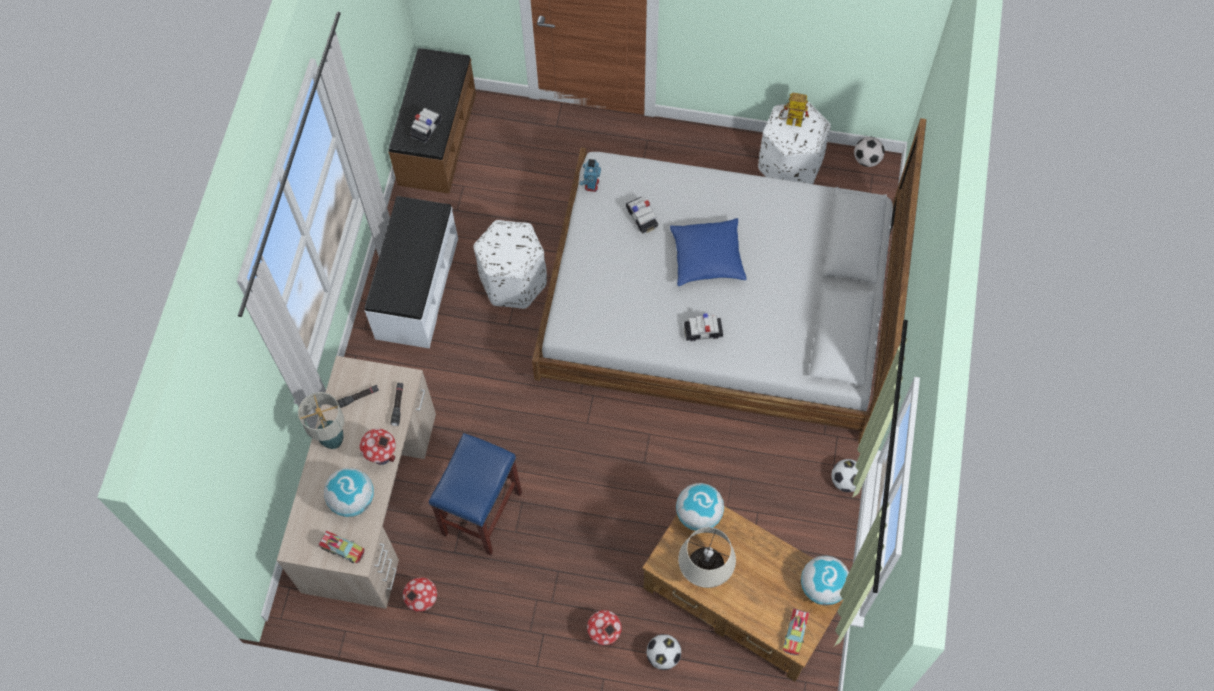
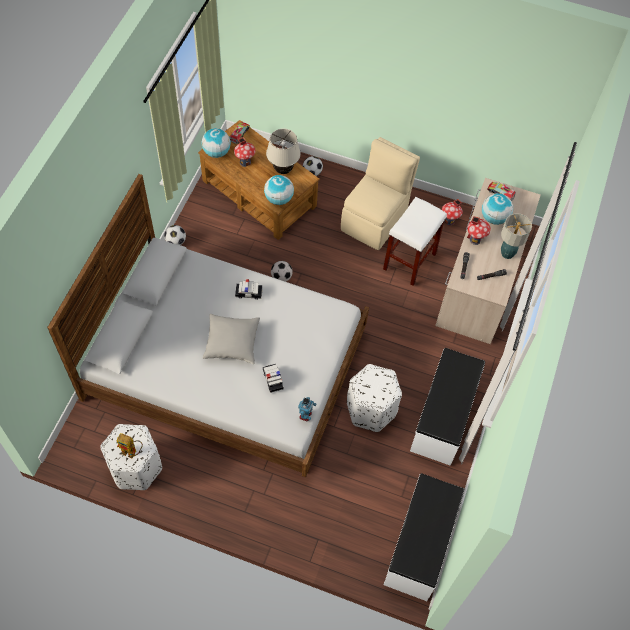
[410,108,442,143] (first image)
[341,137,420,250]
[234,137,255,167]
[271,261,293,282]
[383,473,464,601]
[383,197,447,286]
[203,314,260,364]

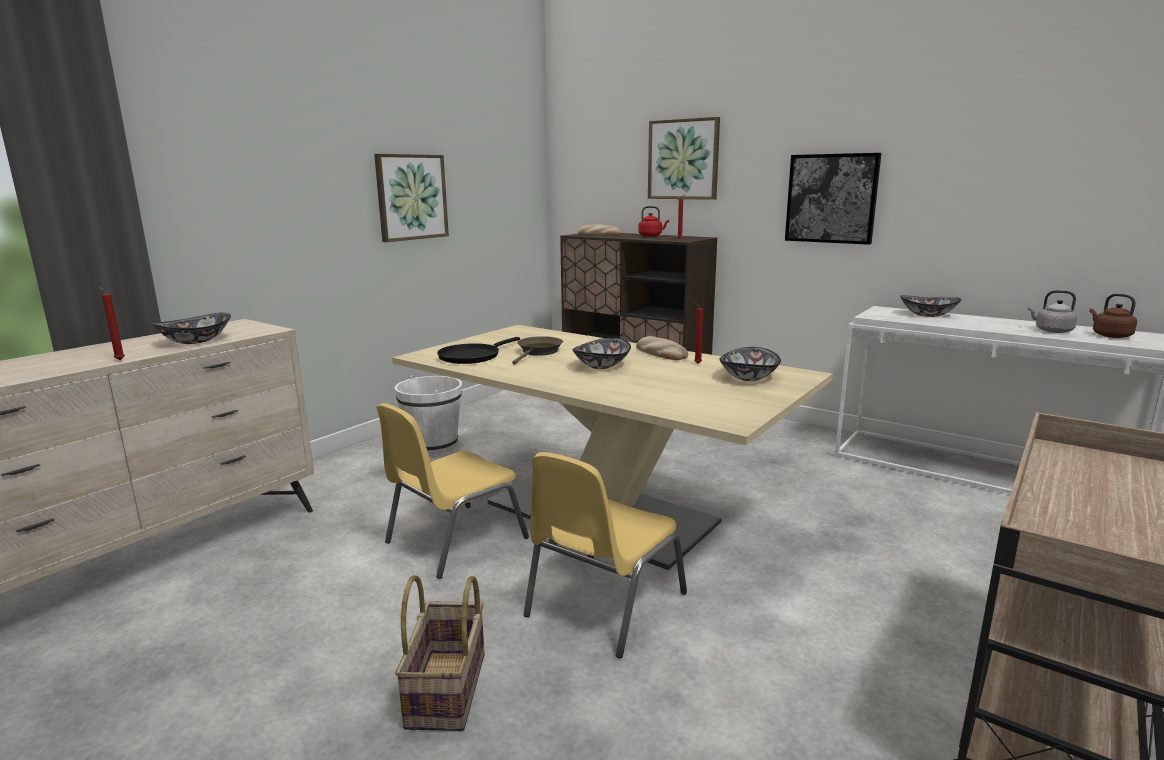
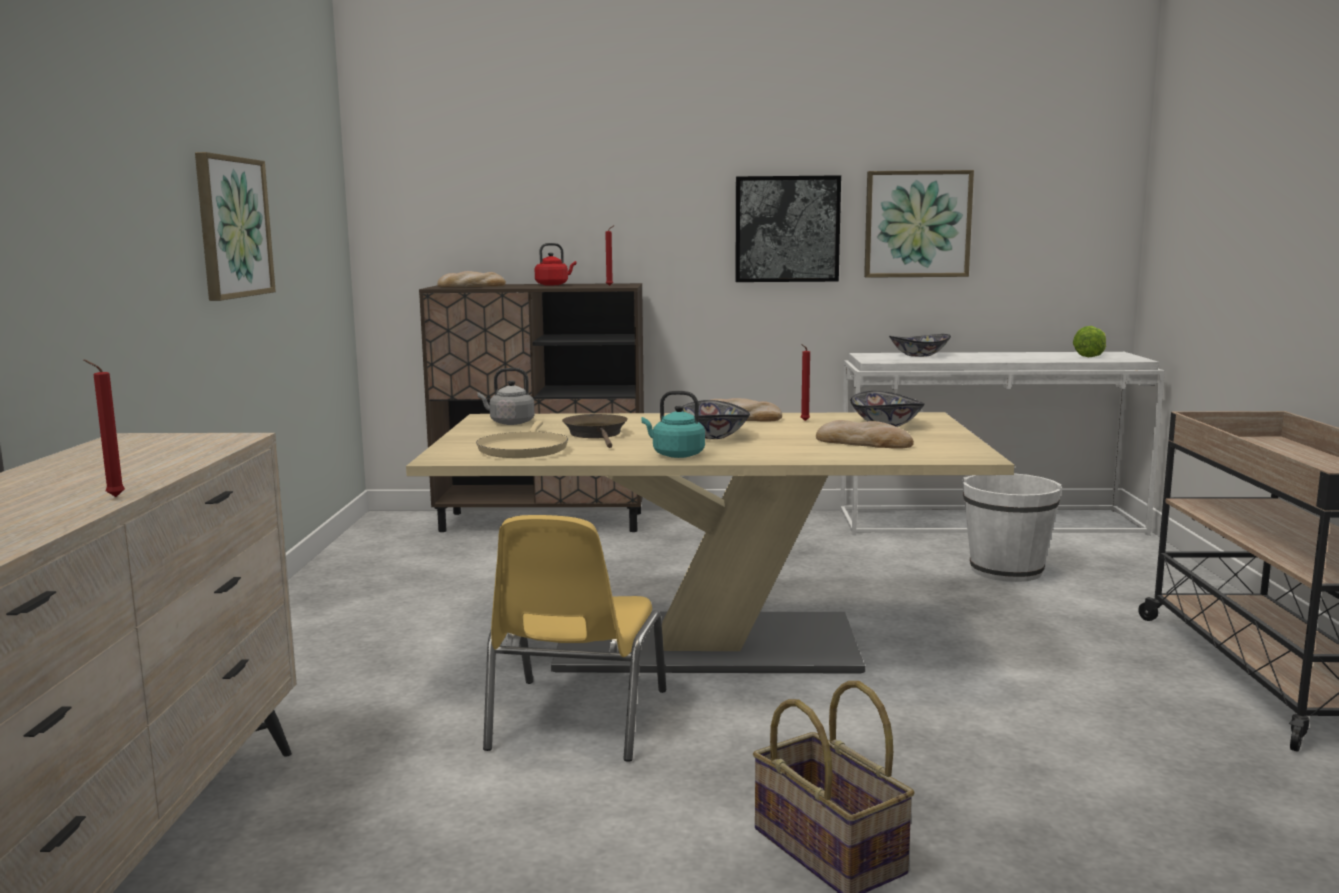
[151,312,231,344] (first image)
[523,452,687,658] (first image)
[642,391,705,458]
[816,420,914,449]
[962,473,1062,582]
[864,170,974,278]
[477,368,535,425]
[1073,326,1106,357]
[476,421,568,458]

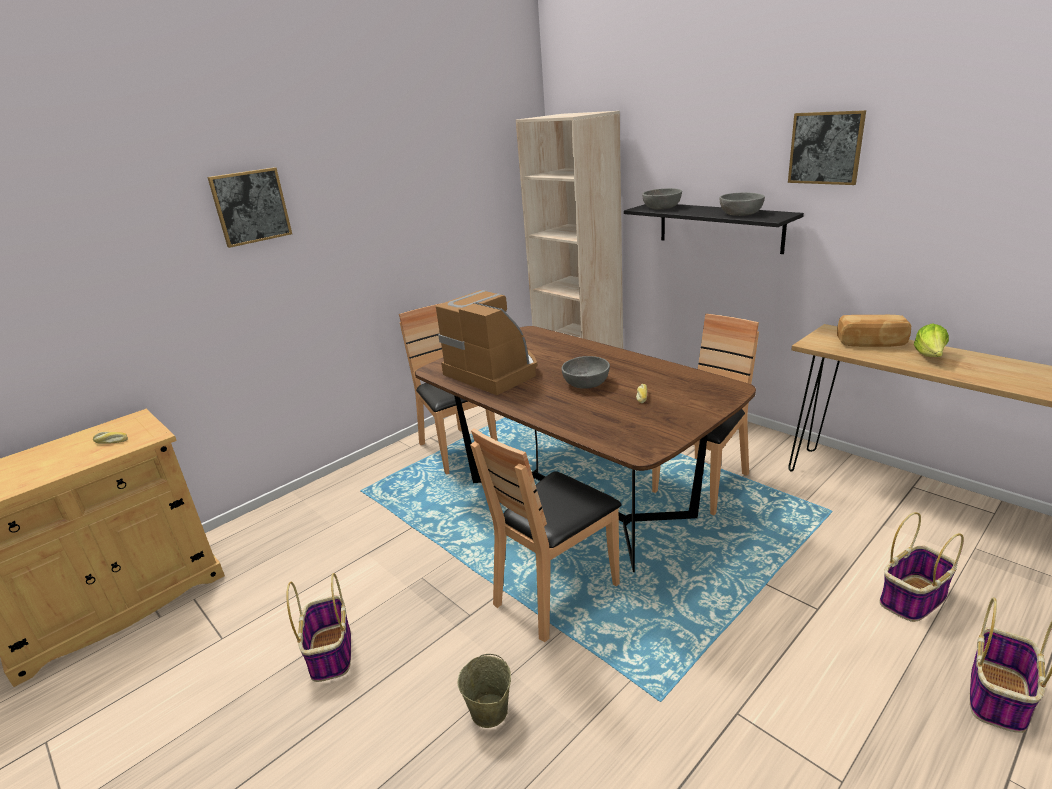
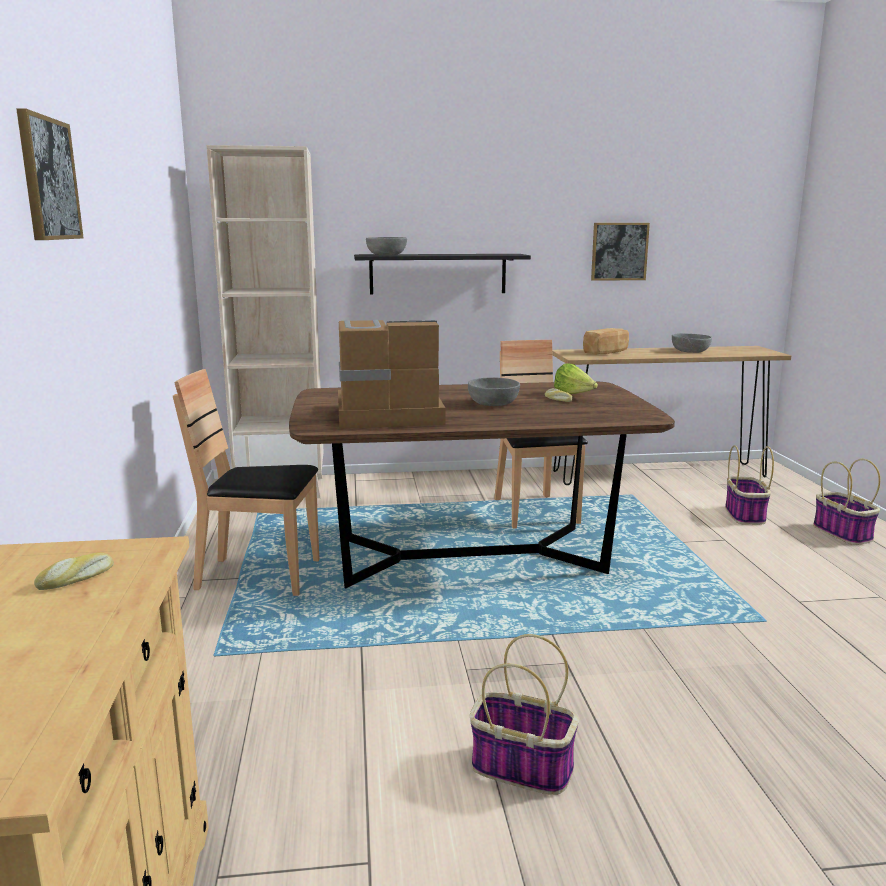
[458,654,511,728] (first image)
[470,428,621,642] (first image)
[672,333,712,353]
[591,223,650,281]
[554,363,598,394]

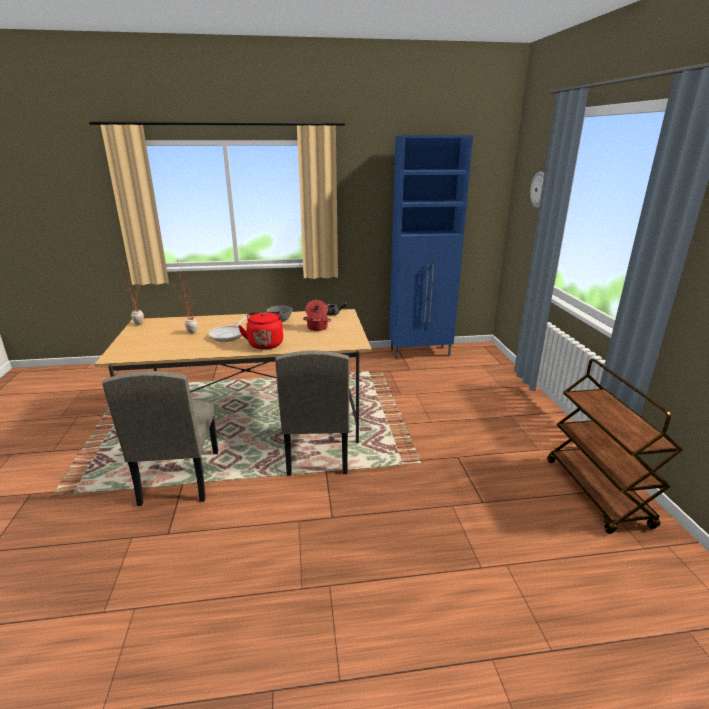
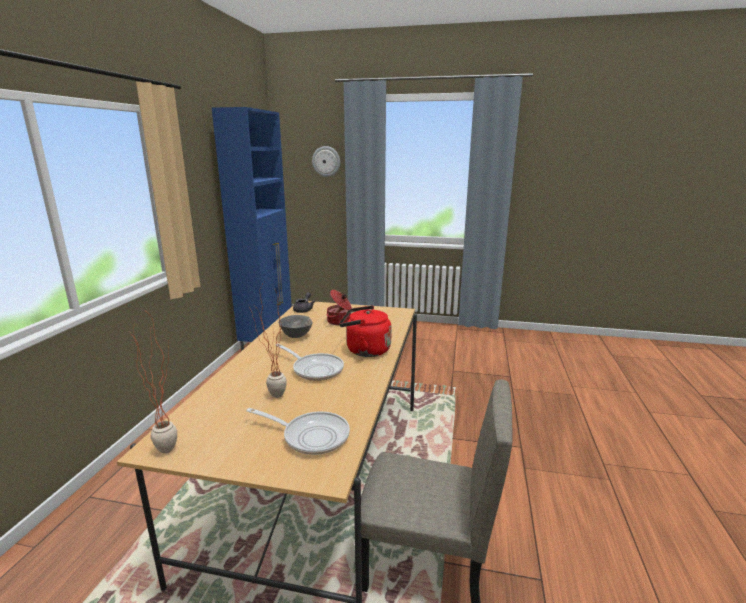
[275,350,350,476] (first image)
[547,359,683,534] (first image)
[246,408,350,455]

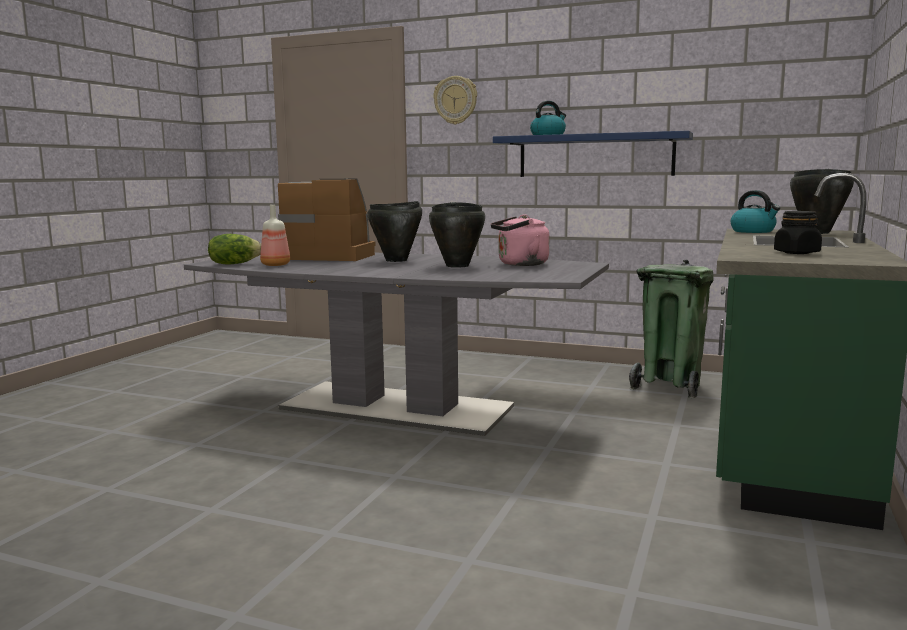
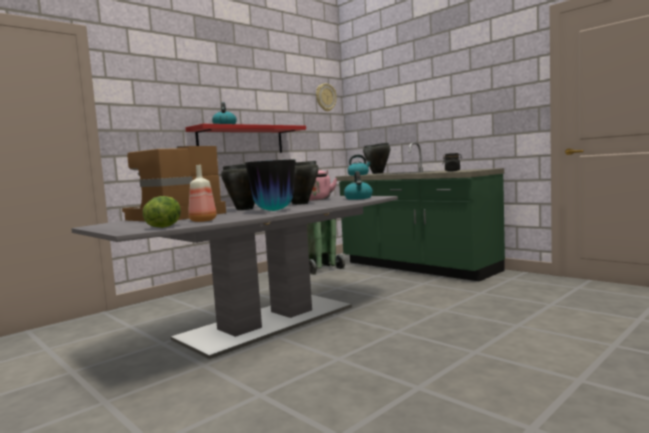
[245,159,296,211]
[344,171,373,200]
[316,83,336,112]
[185,124,306,153]

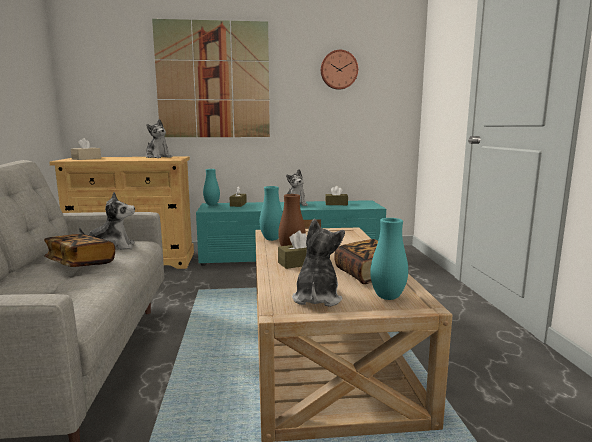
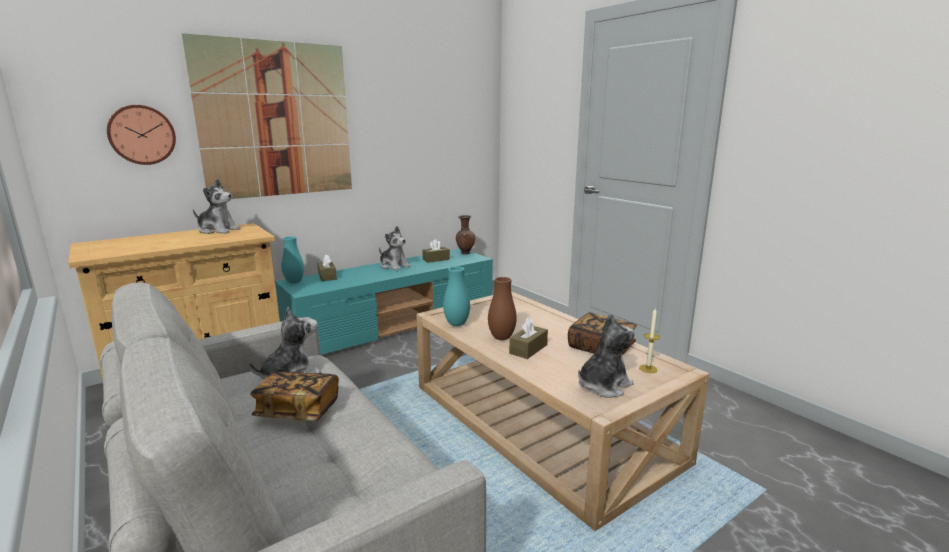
[71,138,101,160] (first image)
[456,215,475,254]
[107,105,176,165]
[639,309,660,373]
[578,313,634,398]

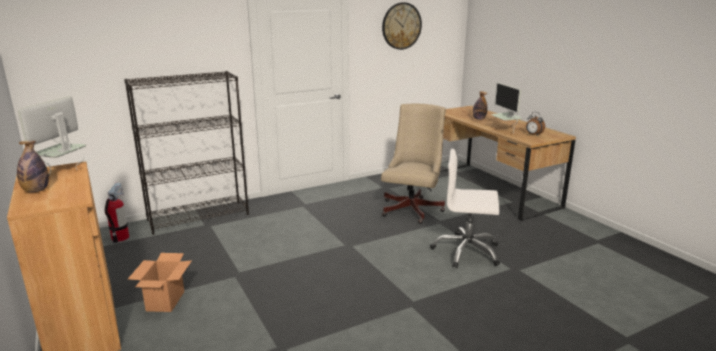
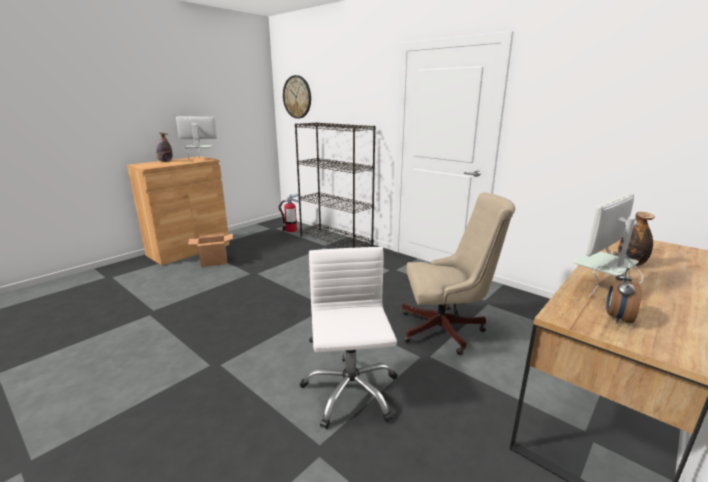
[283,75,311,119]

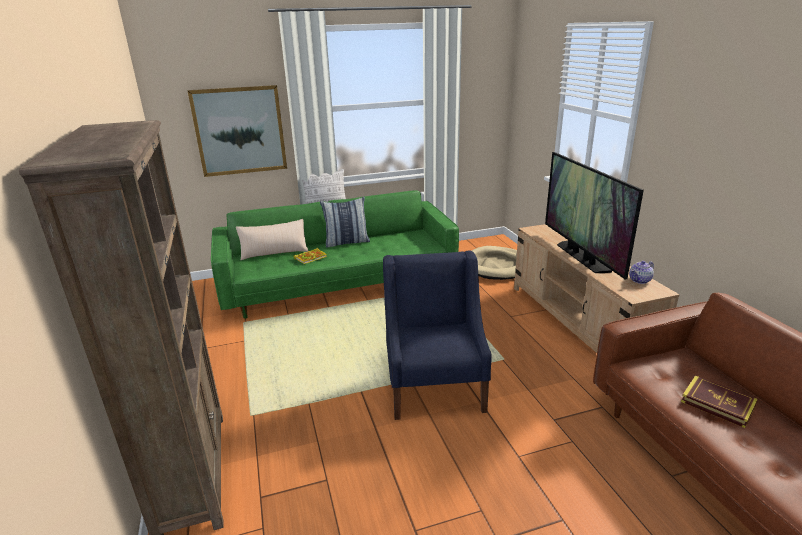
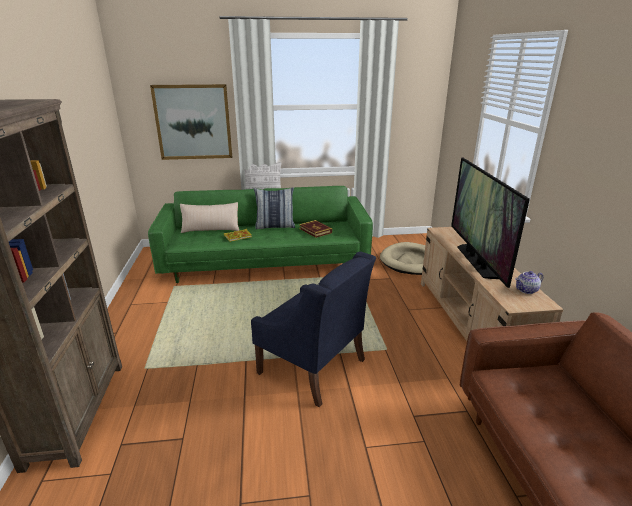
[299,220,332,238]
[251,252,376,407]

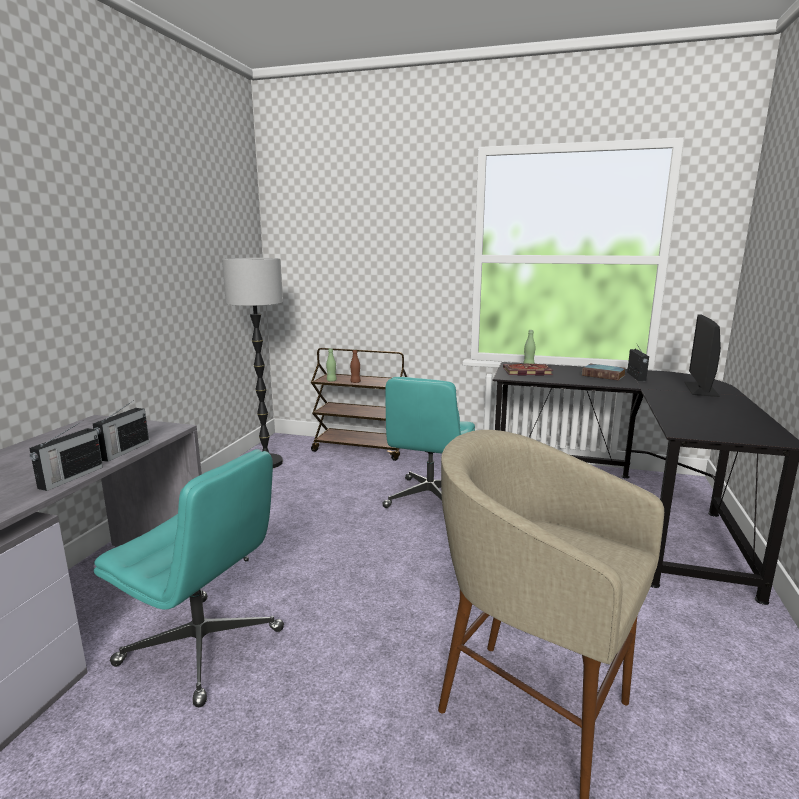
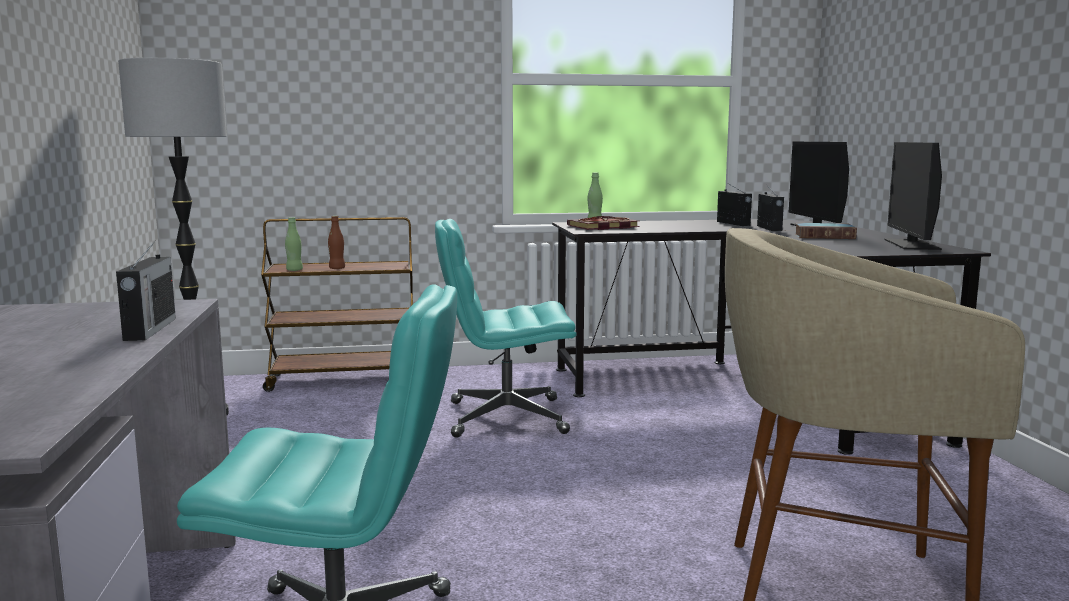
[885,142,942,250]
[757,186,784,231]
[795,223,857,239]
[435,219,576,438]

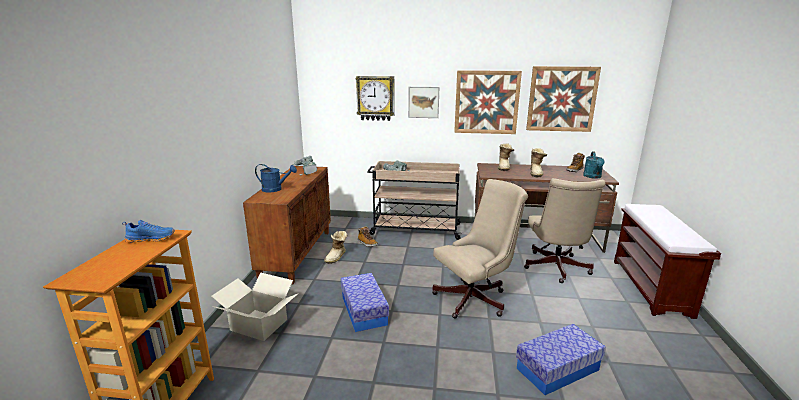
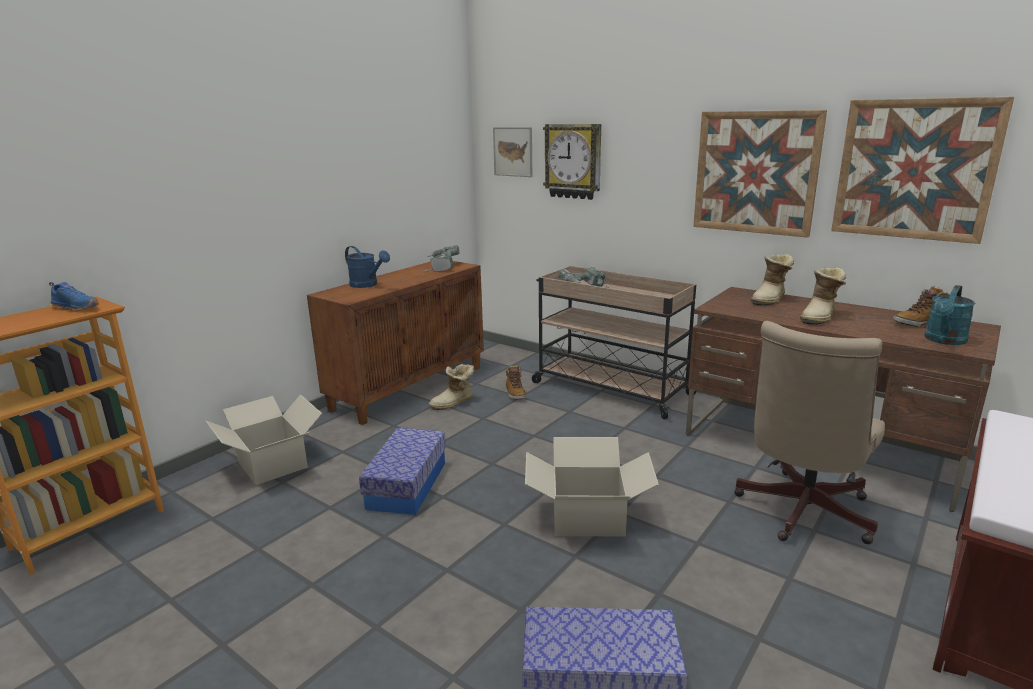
[493,127,532,177]
[525,437,659,537]

